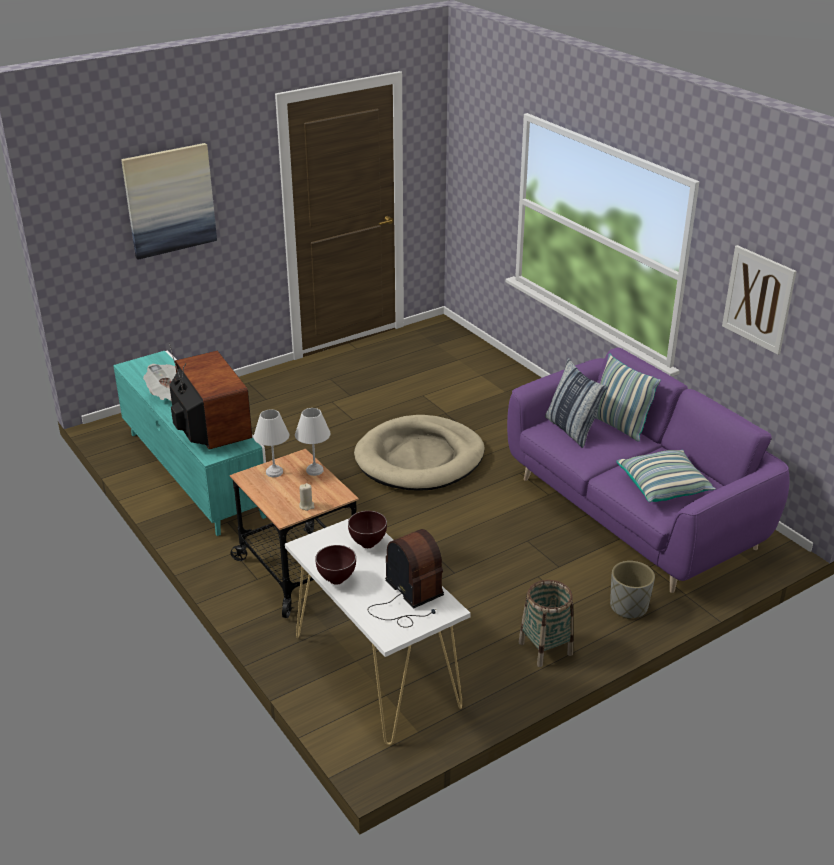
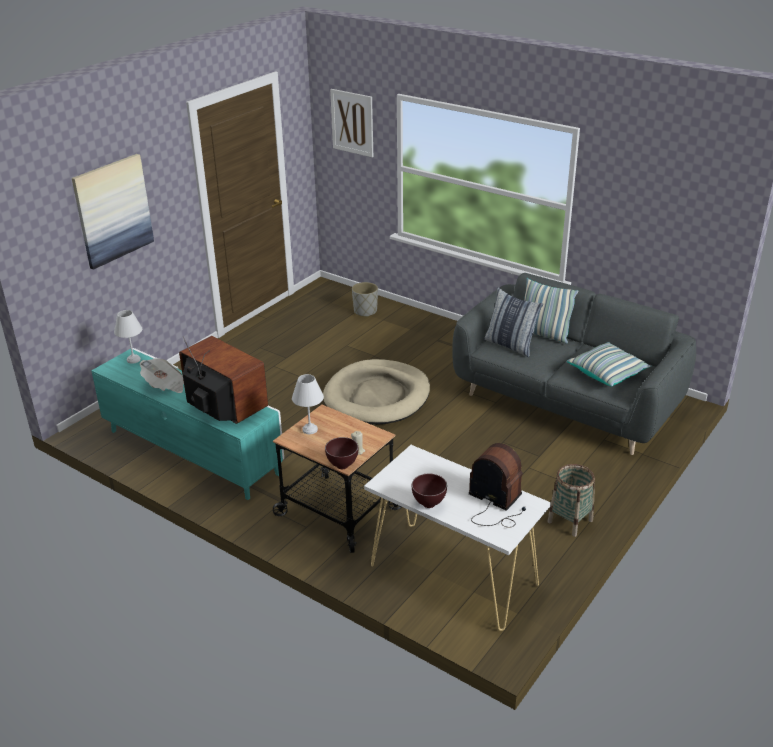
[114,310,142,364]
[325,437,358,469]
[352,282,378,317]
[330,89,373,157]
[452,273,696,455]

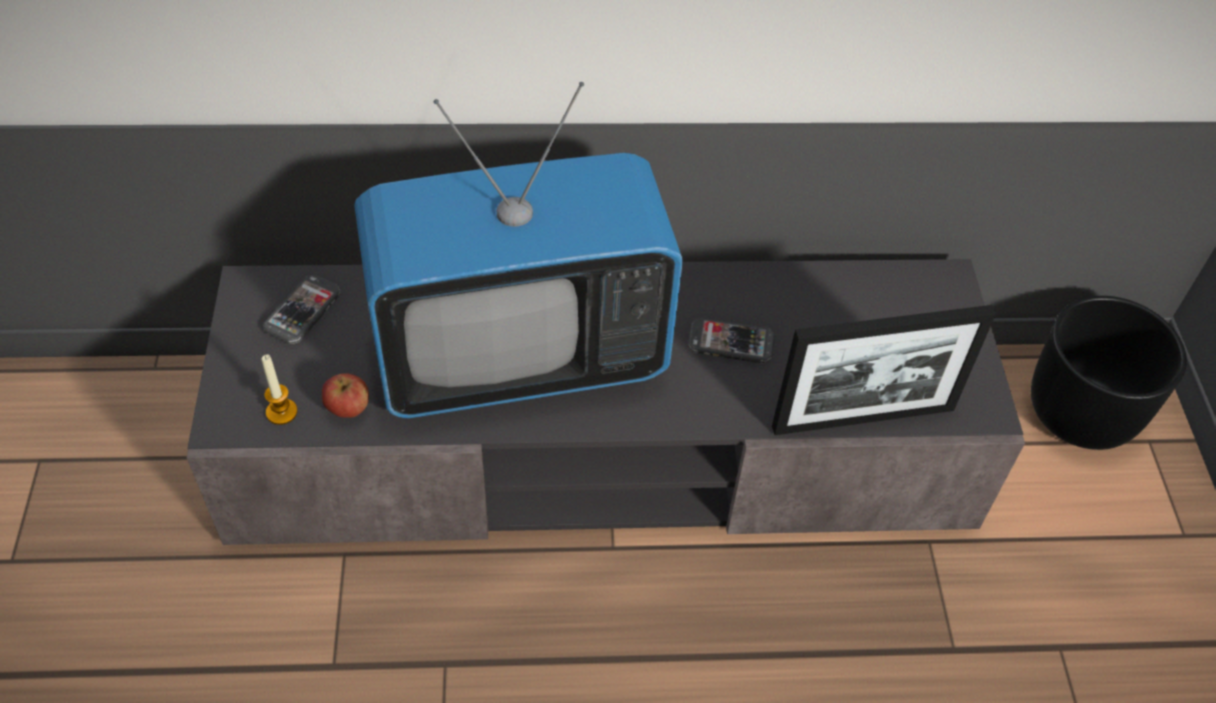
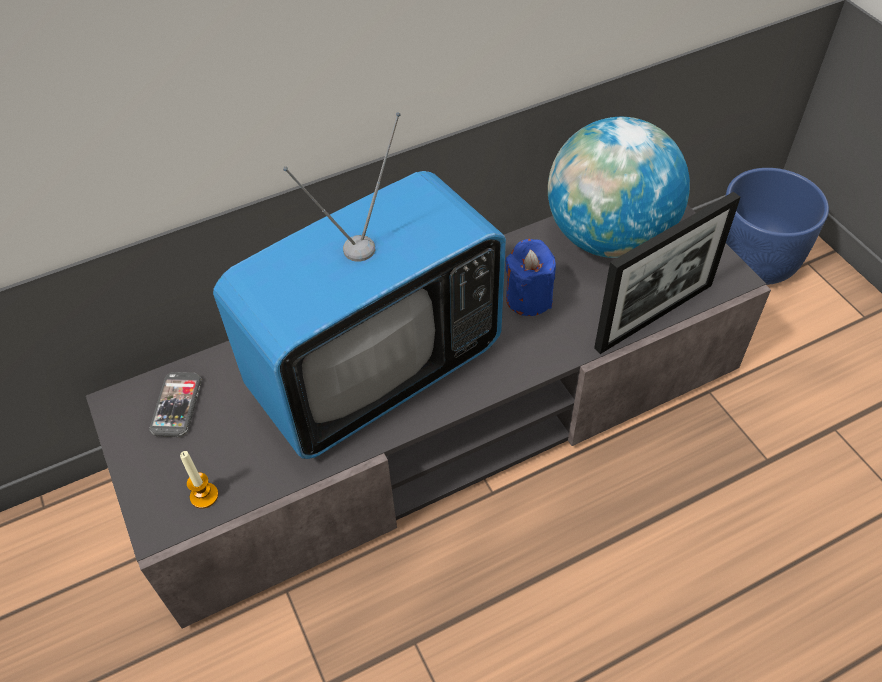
[322,373,369,418] (first image)
[548,117,690,258]
[506,239,556,316]
[725,168,829,285]

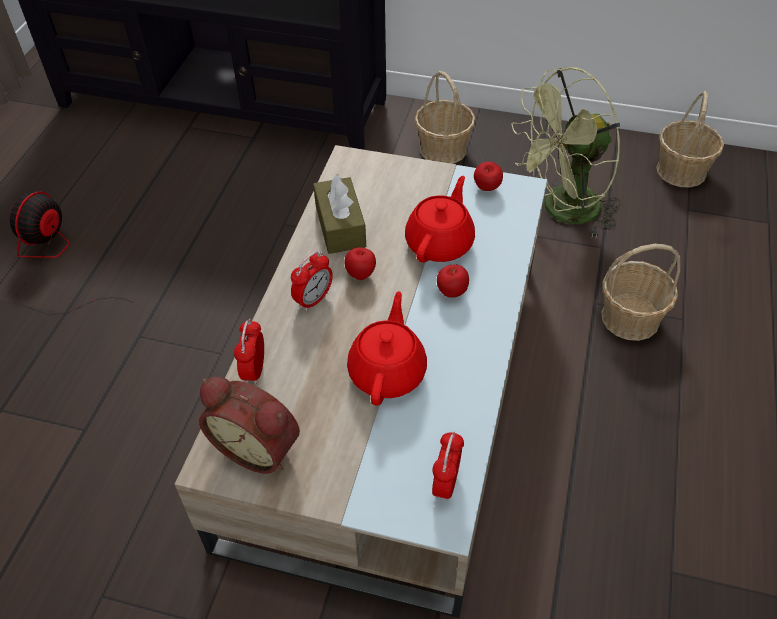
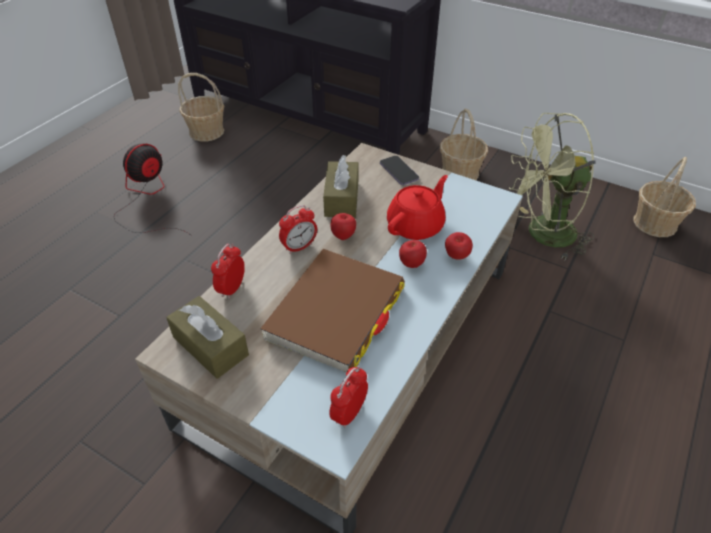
[380,156,419,185]
[445,232,473,260]
[178,73,224,142]
[166,296,249,379]
[260,249,405,372]

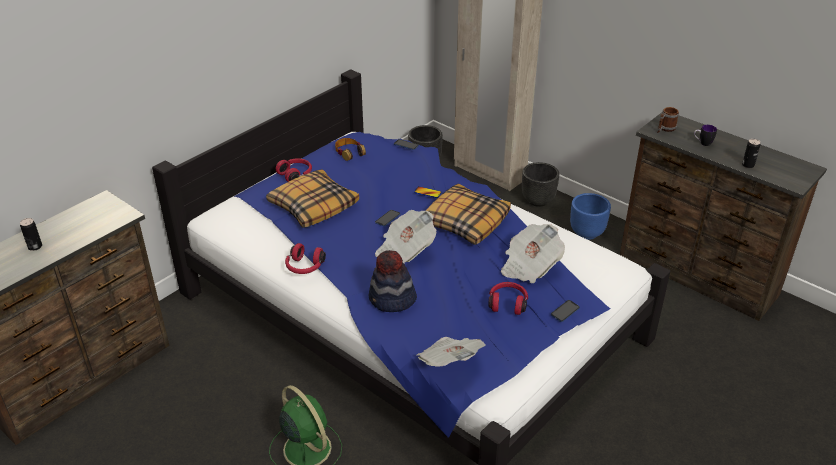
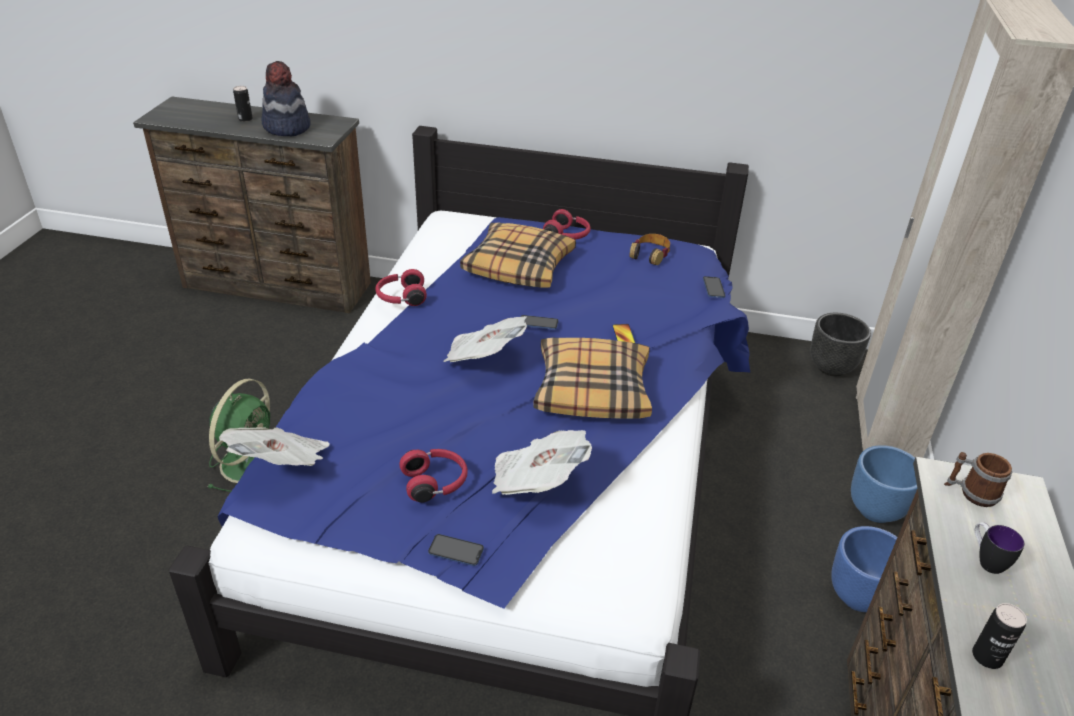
[261,61,311,136]
[851,445,917,523]

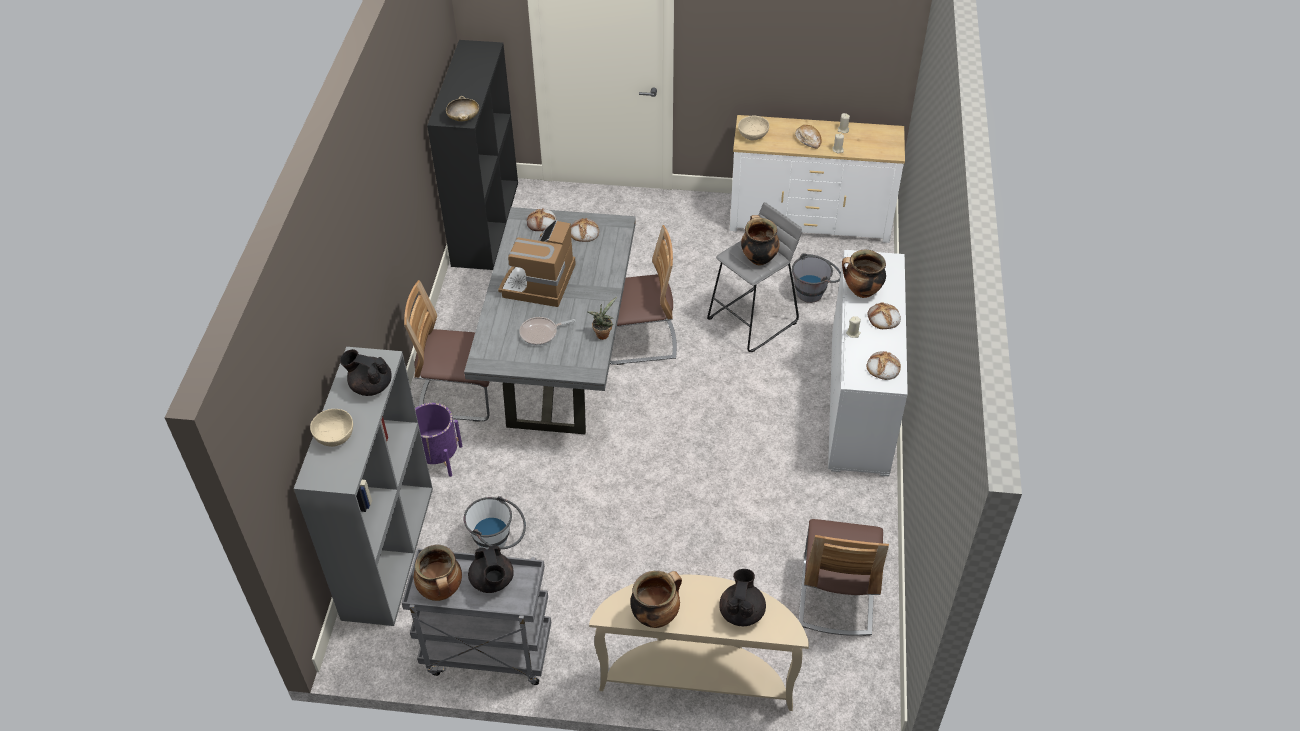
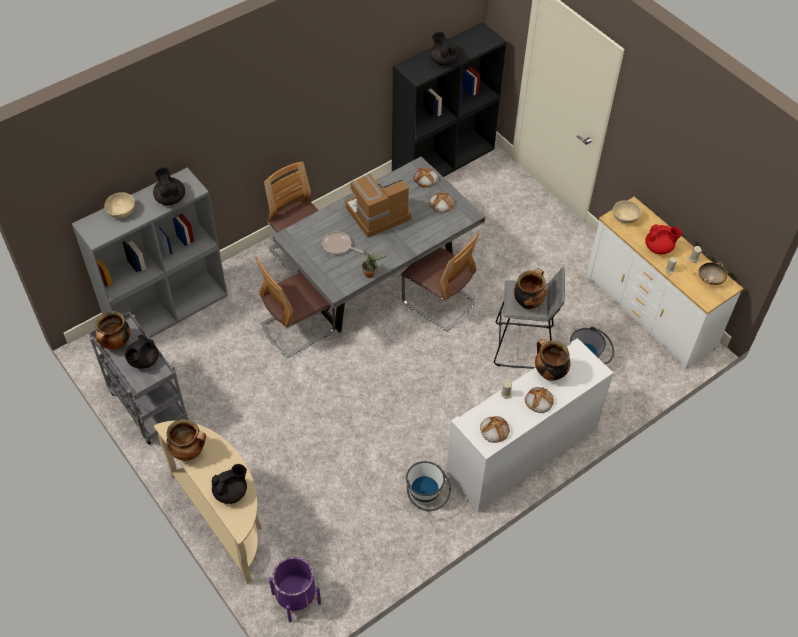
[430,32,459,65]
[269,557,321,622]
[698,262,728,285]
[406,461,451,511]
[255,257,335,358]
[645,224,682,255]

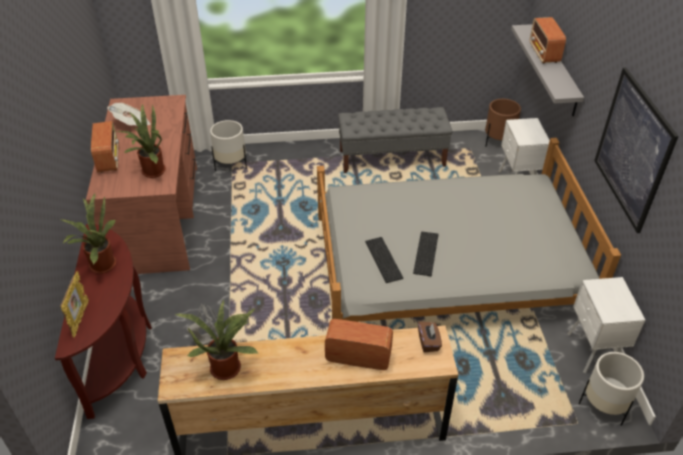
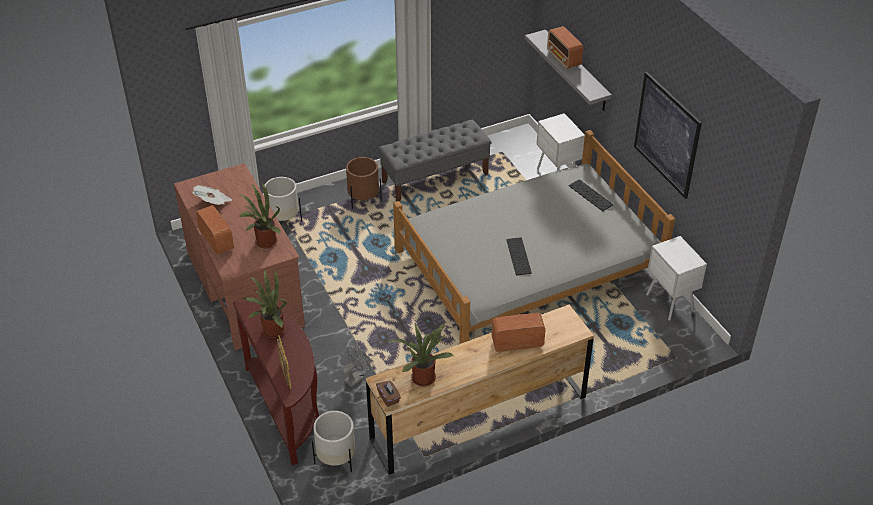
[569,179,614,211]
[376,381,401,407]
[346,157,382,209]
[312,411,355,472]

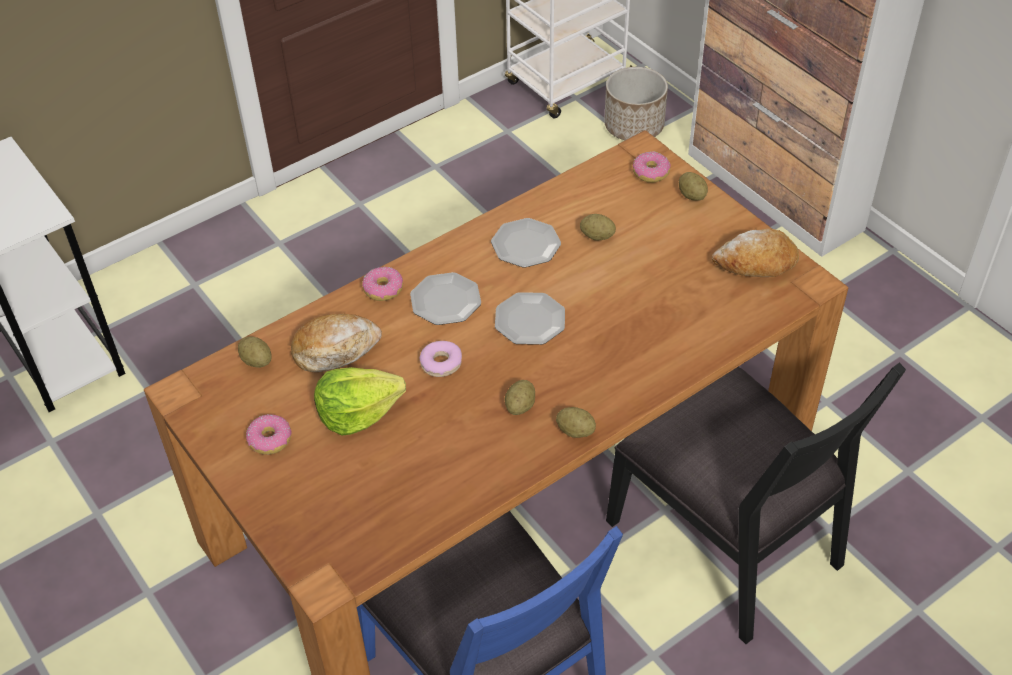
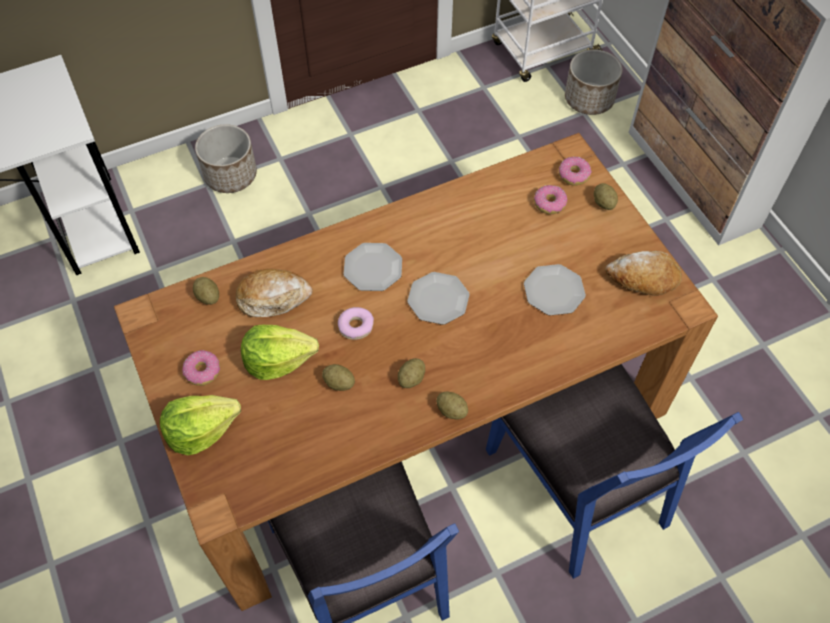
[160,395,241,455]
[195,124,257,193]
[534,185,567,214]
[524,264,586,316]
[322,364,355,391]
[486,364,743,579]

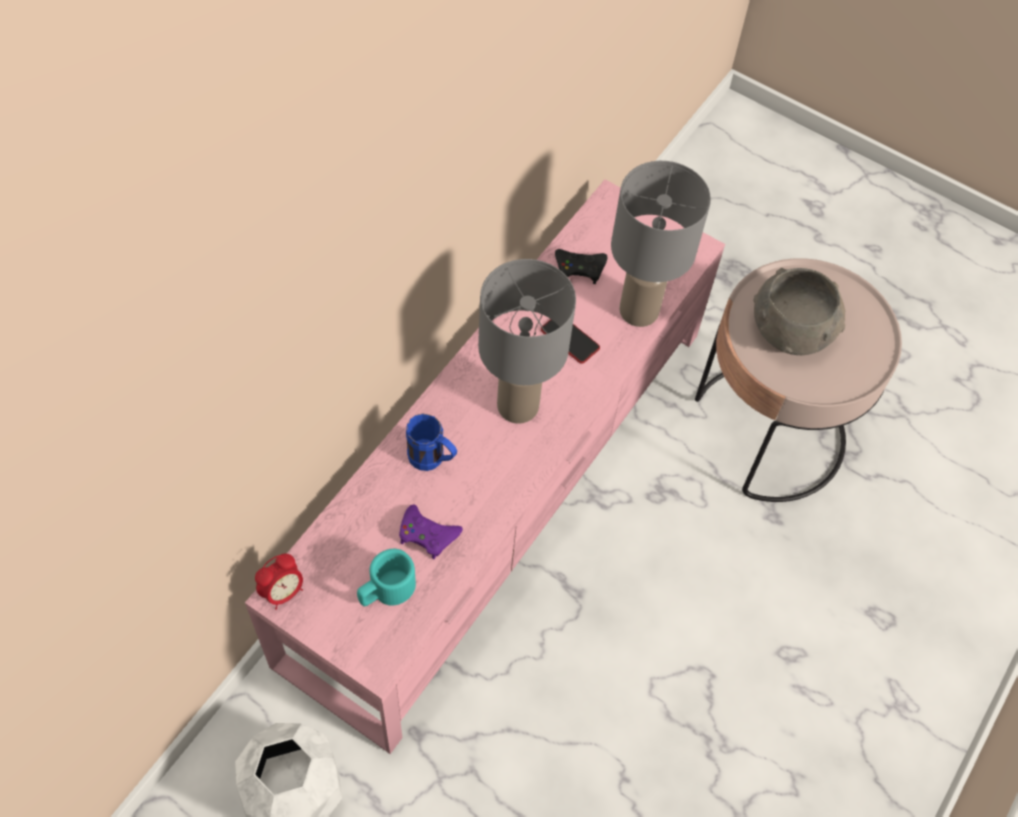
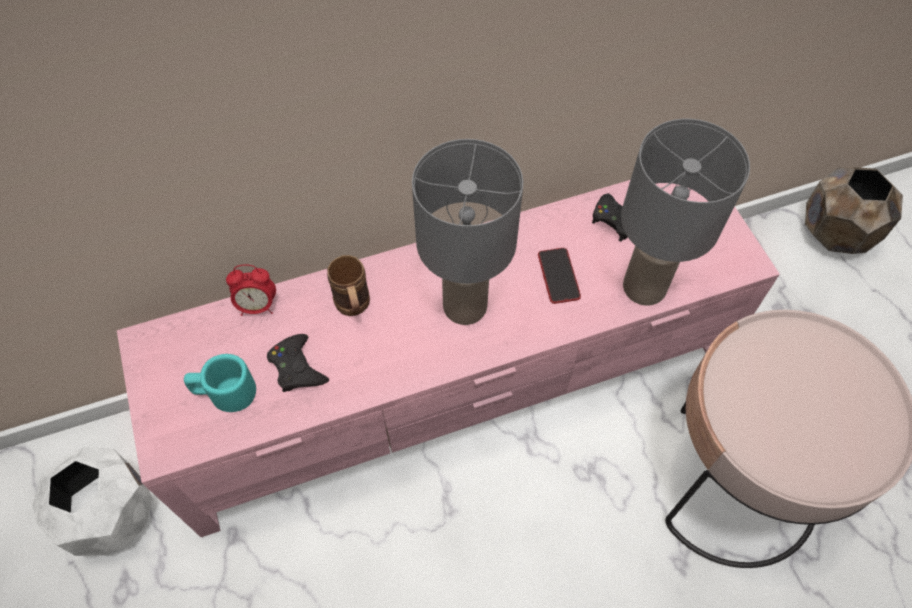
[753,268,846,355] (first image)
[805,167,903,254]
[226,265,276,316]
[267,334,329,392]
[327,255,370,316]

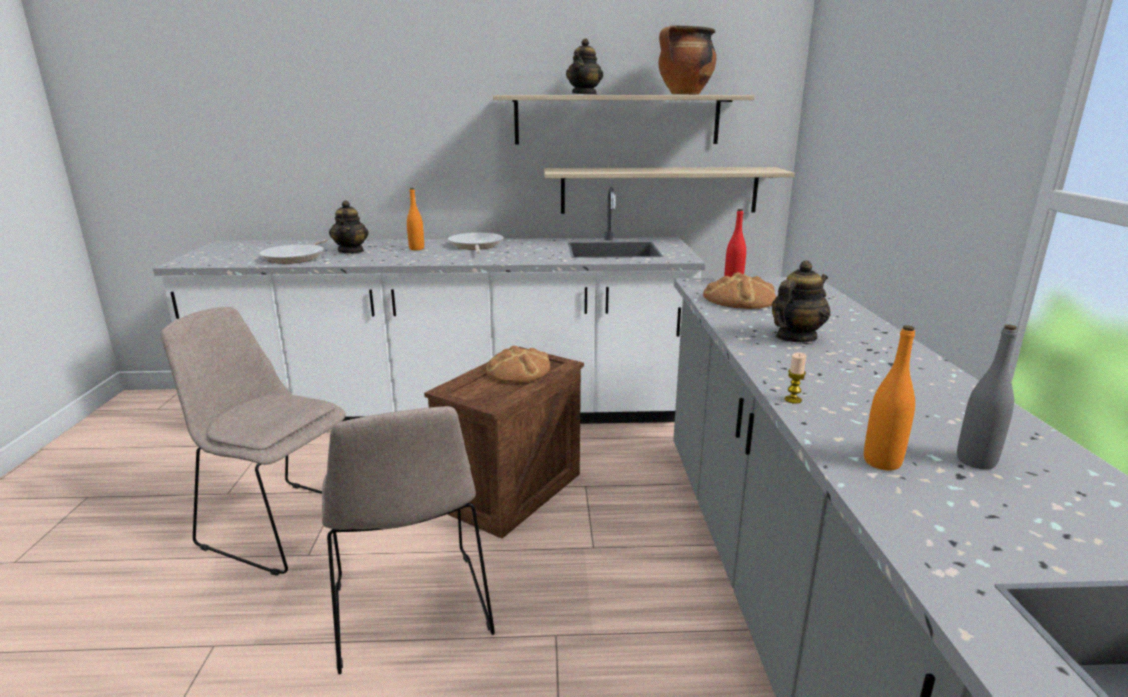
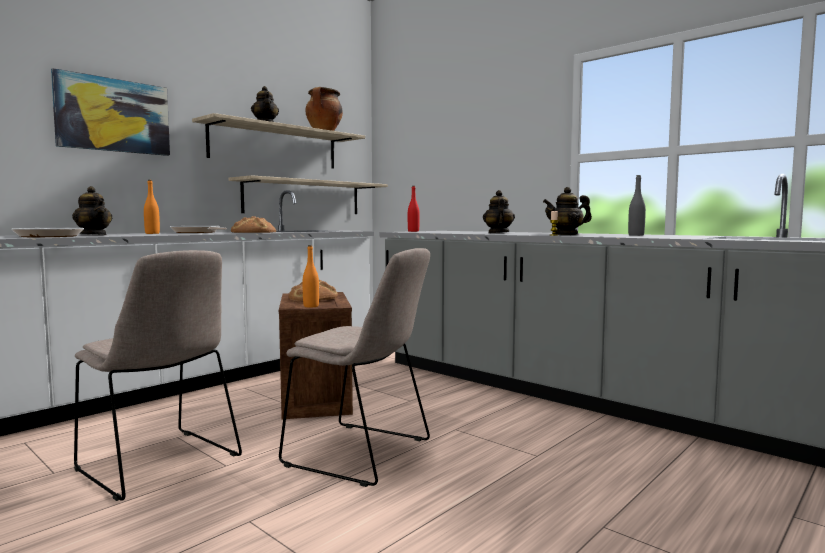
[51,68,170,156]
[543,187,592,235]
[231,216,276,233]
[303,245,319,308]
[74,250,242,501]

